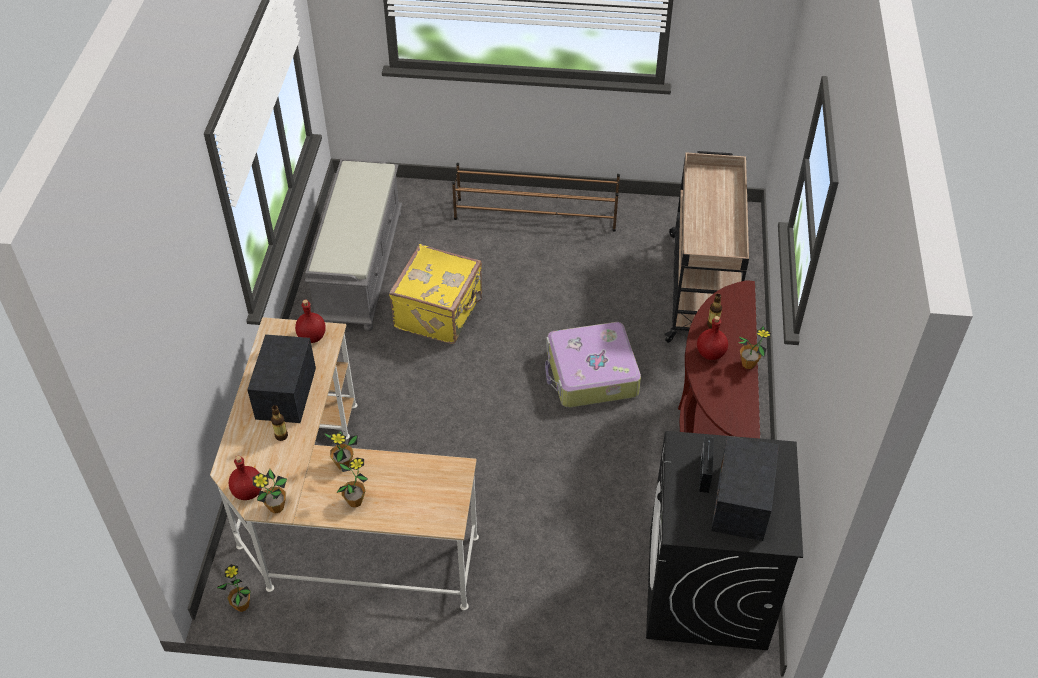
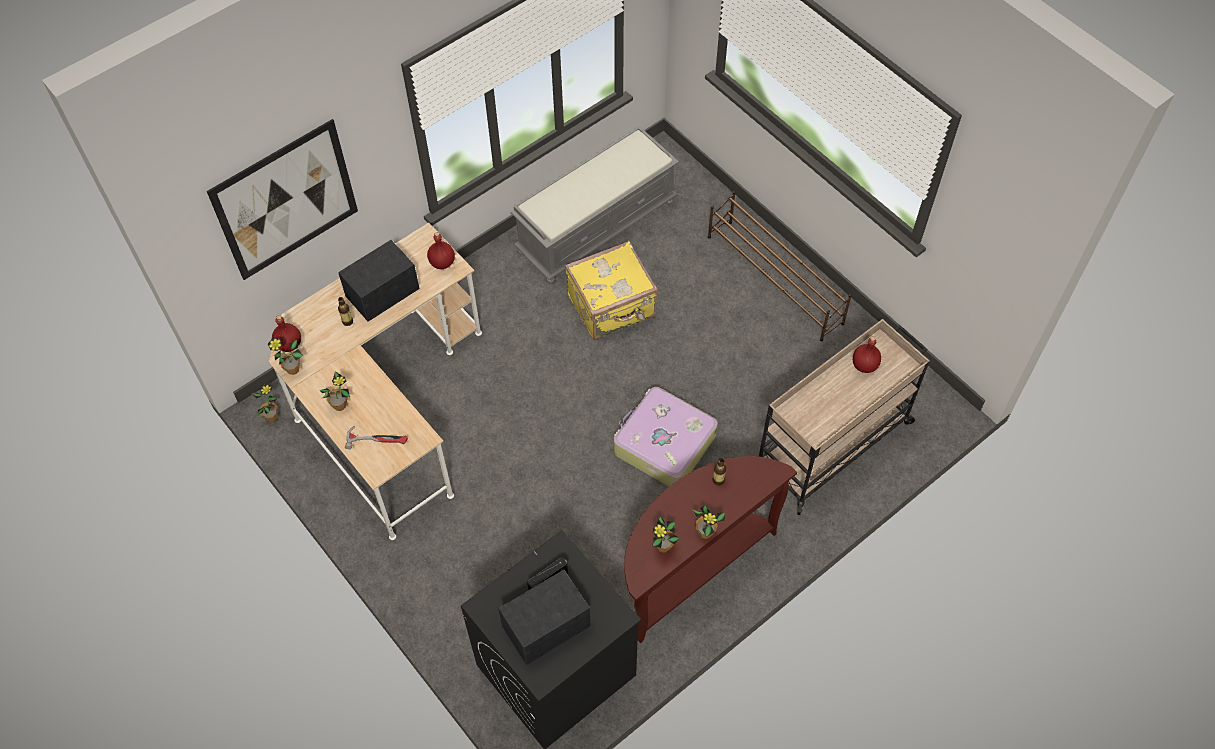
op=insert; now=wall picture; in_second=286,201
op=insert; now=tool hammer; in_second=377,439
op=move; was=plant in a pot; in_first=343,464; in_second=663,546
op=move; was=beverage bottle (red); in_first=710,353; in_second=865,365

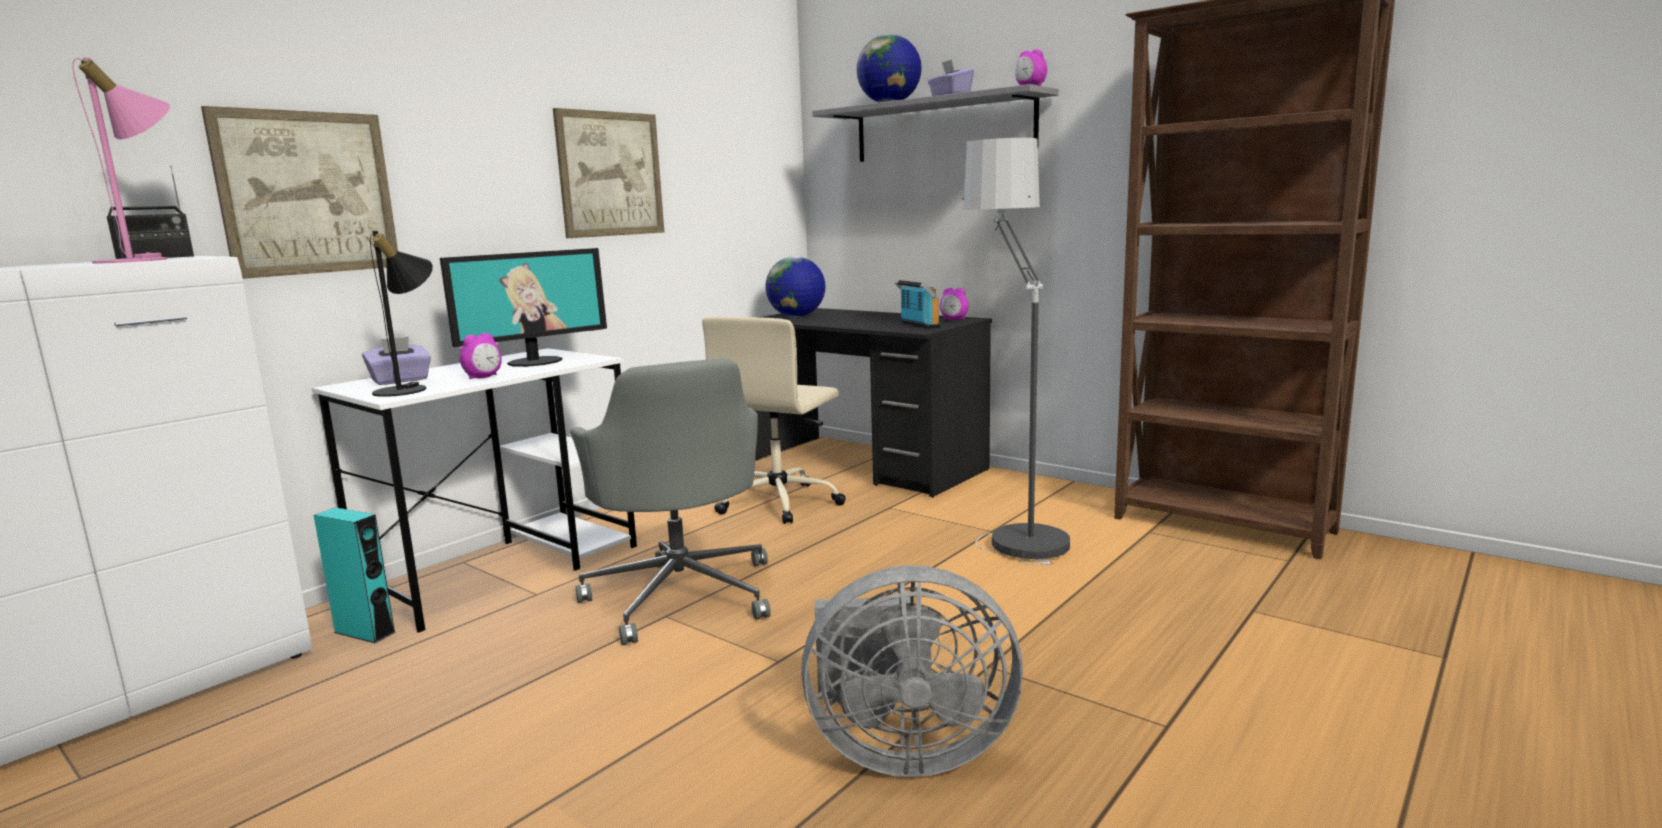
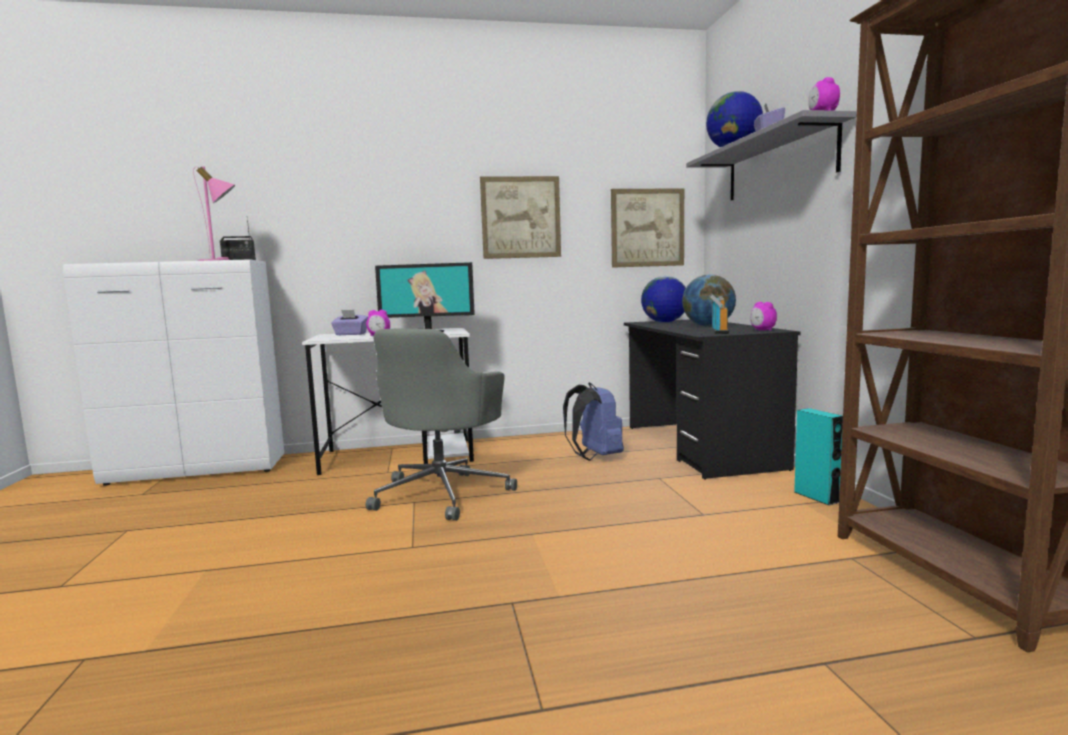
op=replace; was=computer chair (beige); now=rucksack (blue-coloured); in_first=780,502; in_second=595,457
op=move; was=wall picture; in_first=307,193; in_second=647,228
op=insert; now=world globe; in_second=708,326
op=move; was=loudspeaker (blue-green); in_first=364,632; in_second=816,497
op=delete; was=lamp for a table (blackish); in_first=409,389
op=delete; was=fan (gray); in_first=902,751
op=delete; was=standard lamp; in_first=1010,525

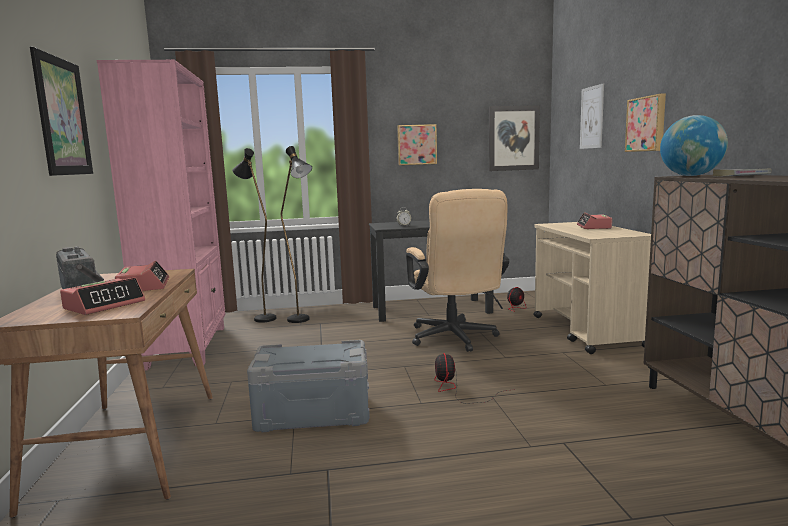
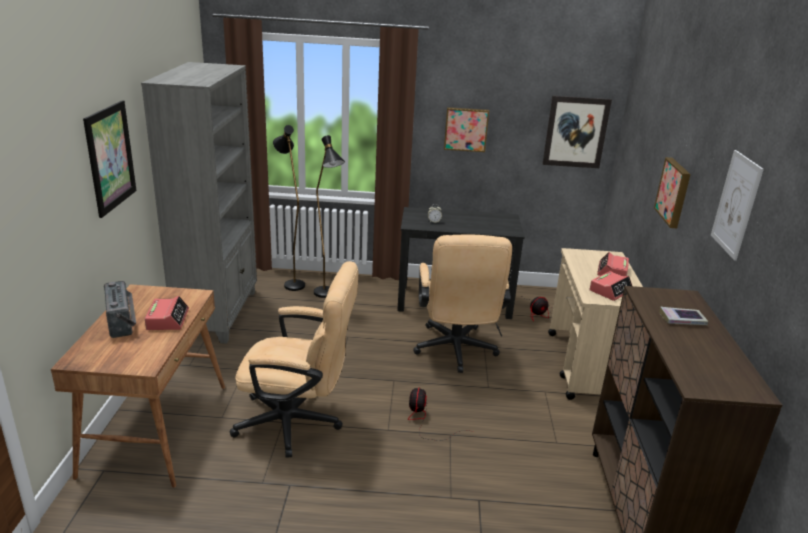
op=recolor; was=bookshelf (pink-coloured); now=bookshelf (gray); in_first=187,346; in_second=218,314
op=replace; was=storage container (gray); now=computer chair (beige); in_first=313,414; in_second=298,423
op=move; was=table clock; in_first=105,305; in_second=610,290
op=move; was=wall picture; in_first=591,117; in_second=736,204
op=delete; was=world globe; in_first=690,176

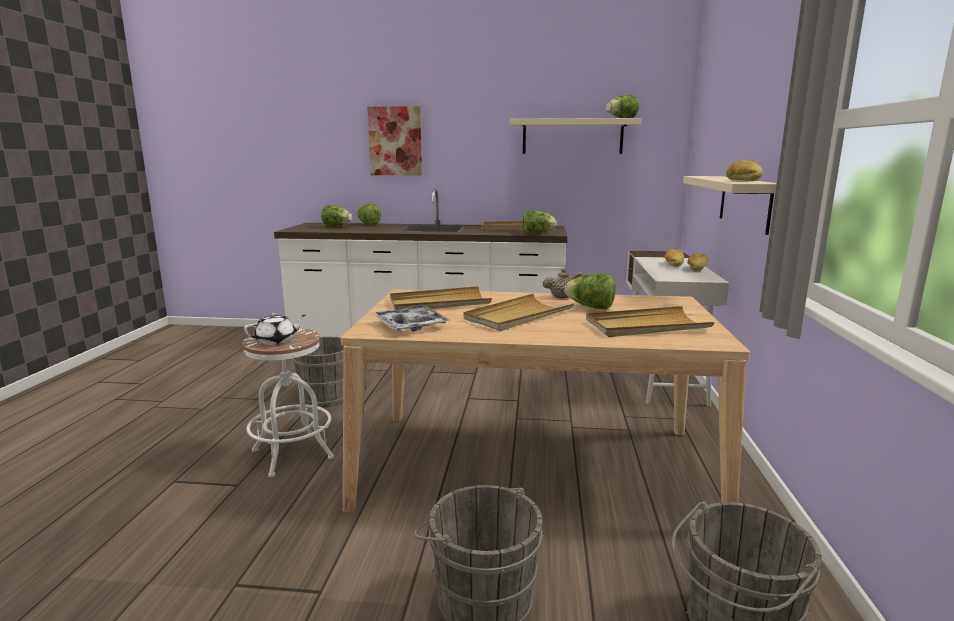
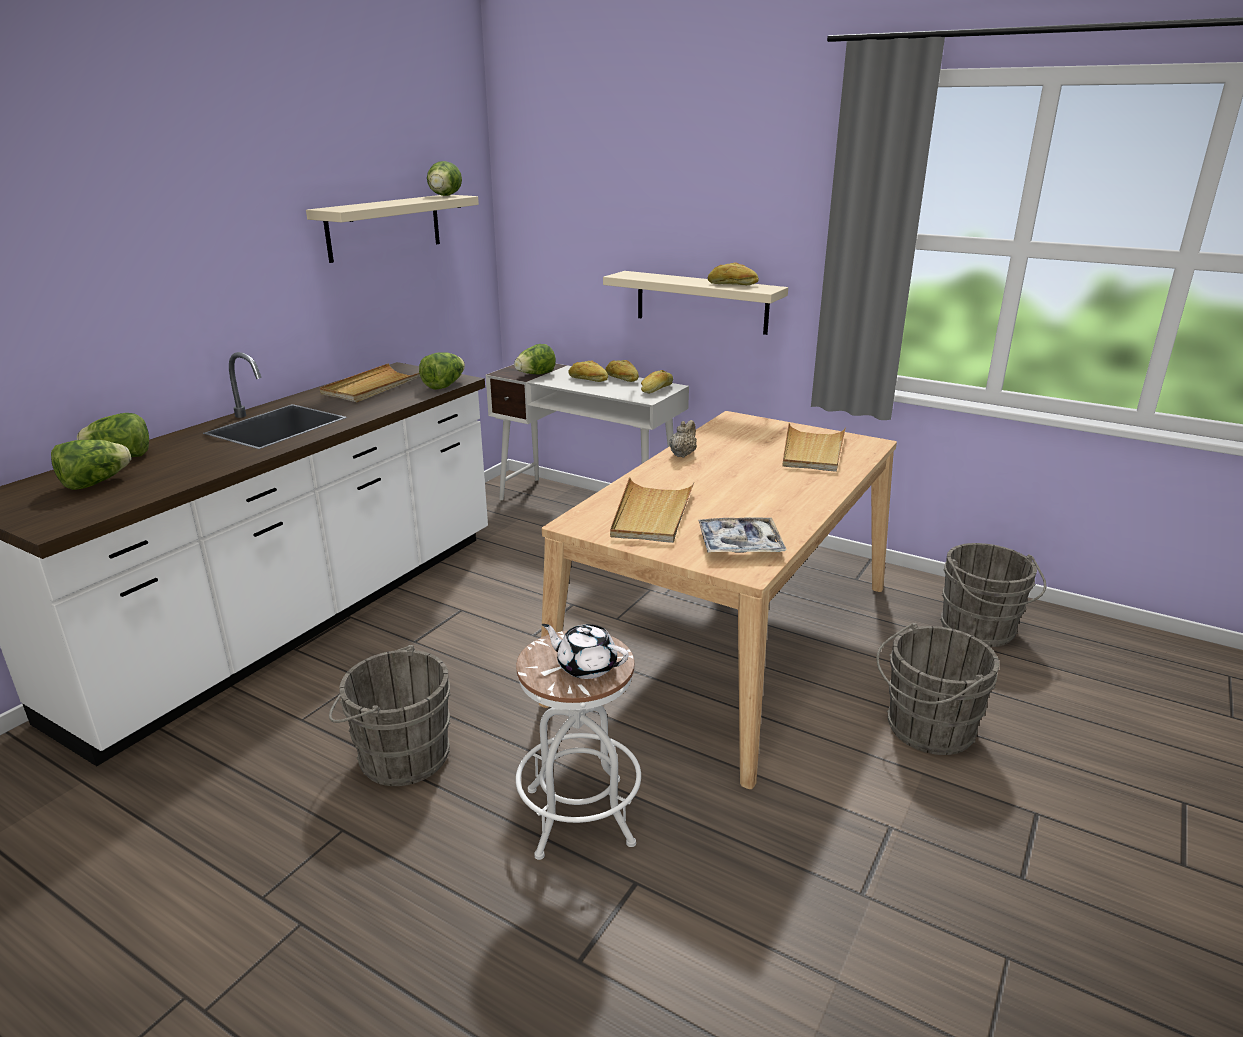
op=move; was=head of lettuce; in_first=590,307; in_second=535,374
op=rotate; was=pot for tea (white); in_first=276,341; in_second=586,666; clockwise=-60
op=insert; now=bread; in_second=656,389
op=delete; was=wall picture; in_first=395,141
op=delete; was=serving tray (beige); in_first=518,316

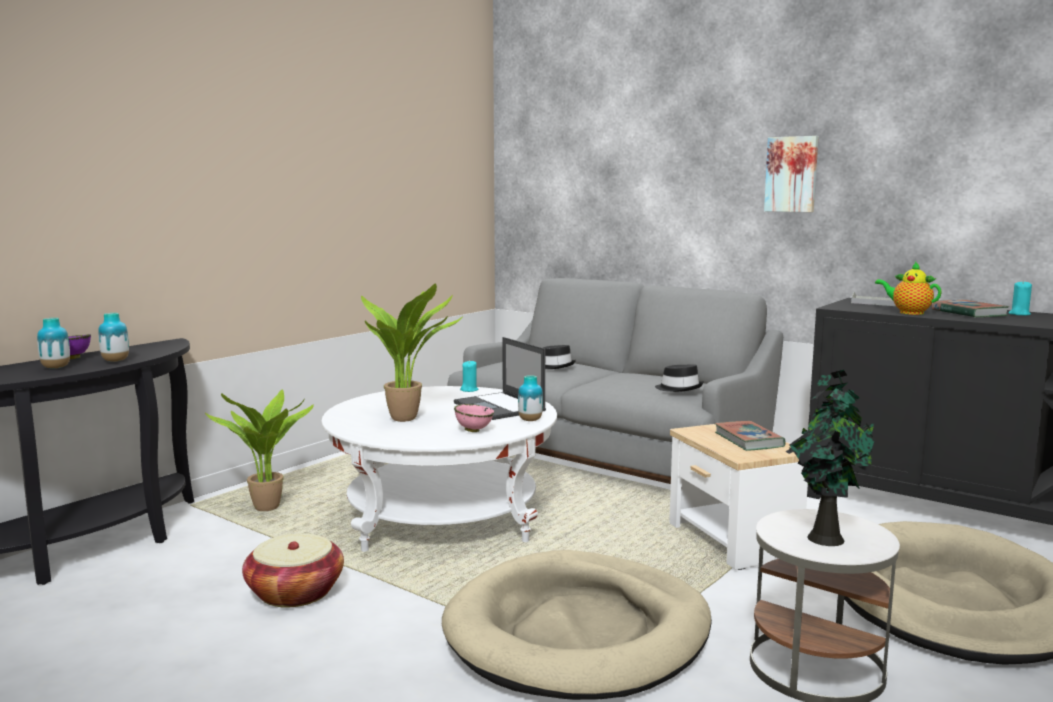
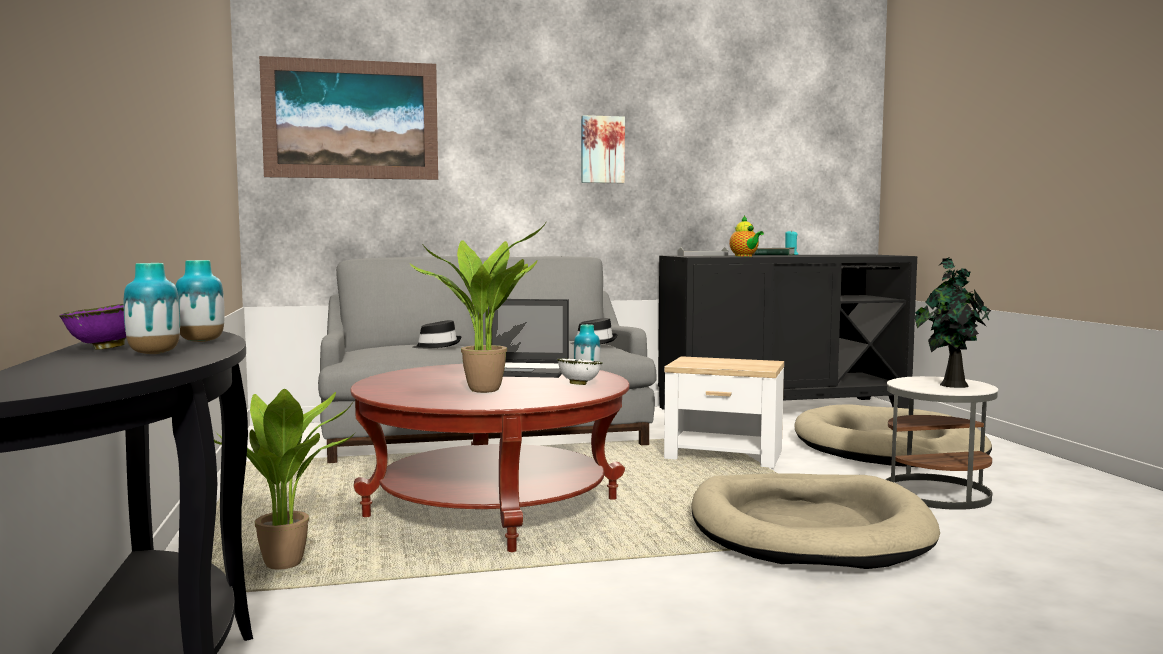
op=insert; now=wall picture; in_second=351,120
op=recolor; was=low table (white); now=low table (red); in_first=443,516; in_second=493,508
op=recolor; was=bowl (pink-coloured); now=bowl (white); in_first=473,430; in_second=578,384
op=rotate; was=pot for tea; in_first=908,312; in_second=745,256; clockwise=-105
op=delete; was=basket; in_first=295,592
op=delete; was=candle (blue-green); in_first=469,390
op=delete; was=volume; in_first=748,440

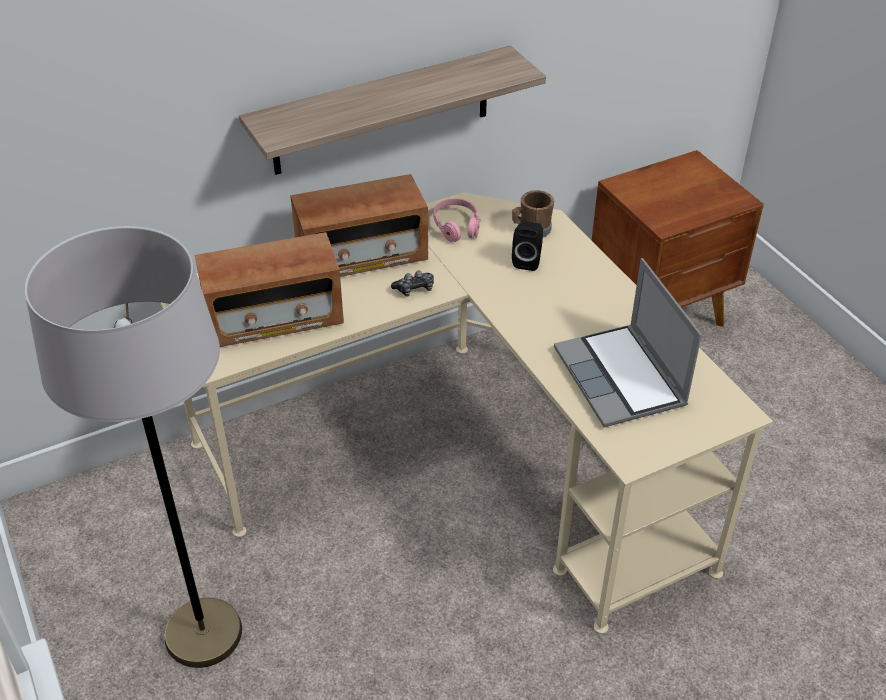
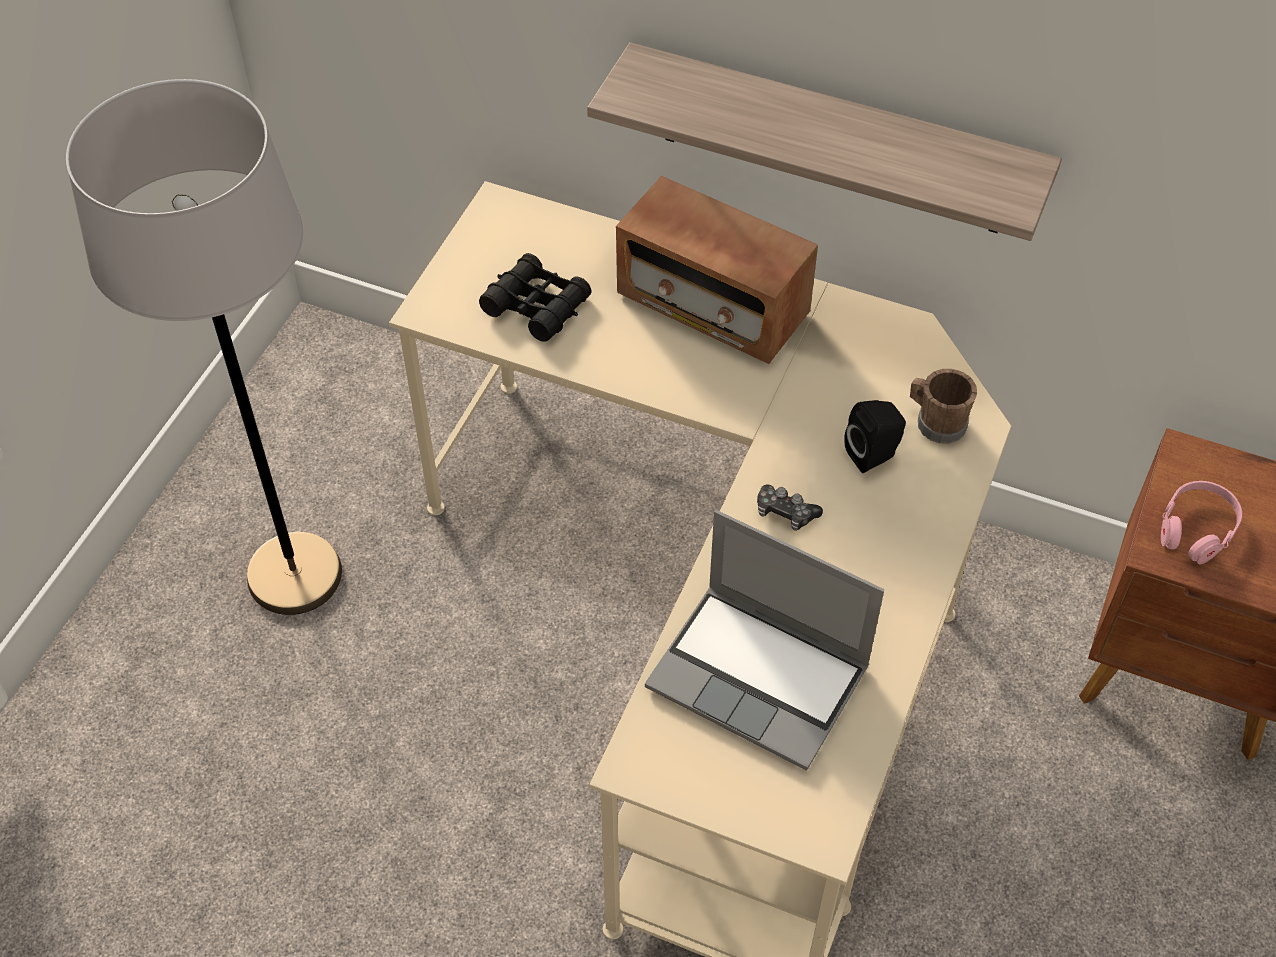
op=replace; was=radio; now=field glasses (blackish); in_first=274,318; in_second=536,306
op=rotate; was=portable computer; in_first=622,378; in_second=761,677; clockwise=-90
op=move; was=gamepad; in_first=414,289; in_second=785,513
op=move; was=pair of headphones (pink-coloured); in_first=457,226; in_second=1196,529

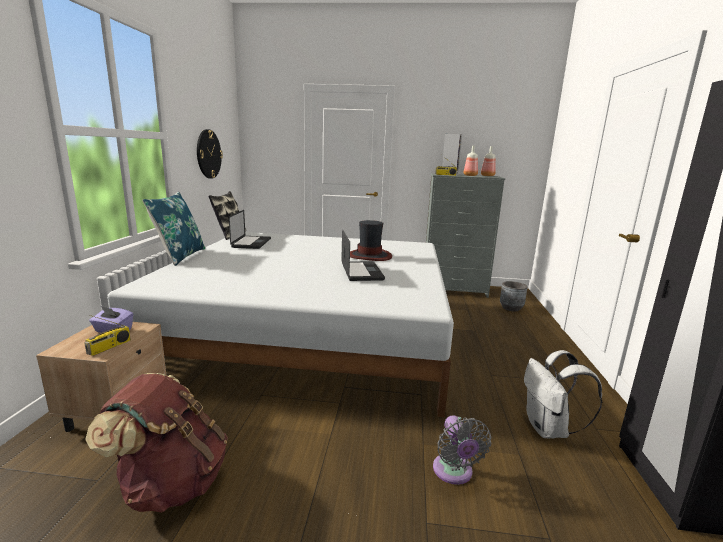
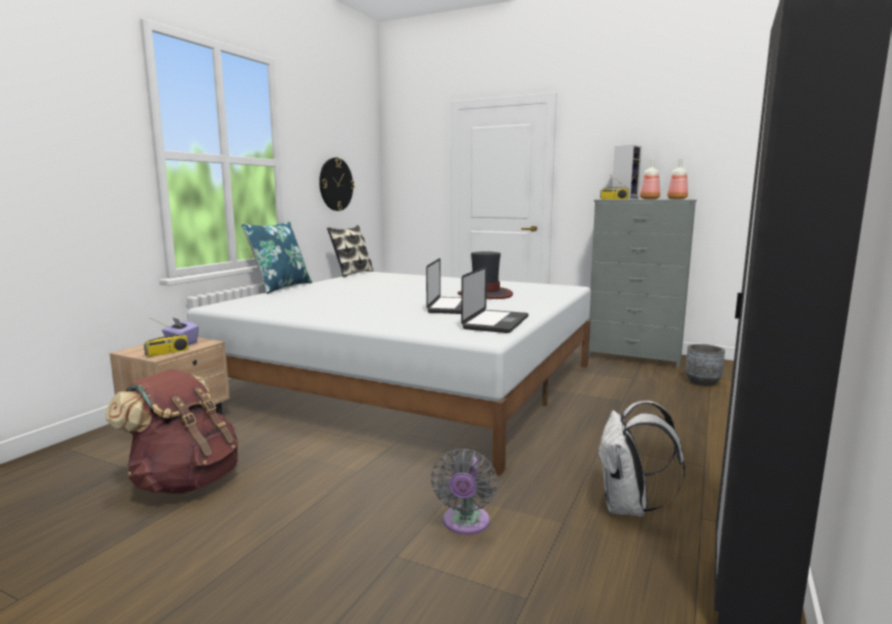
op=move; was=portable computer; in_first=251,243; in_second=496,323

